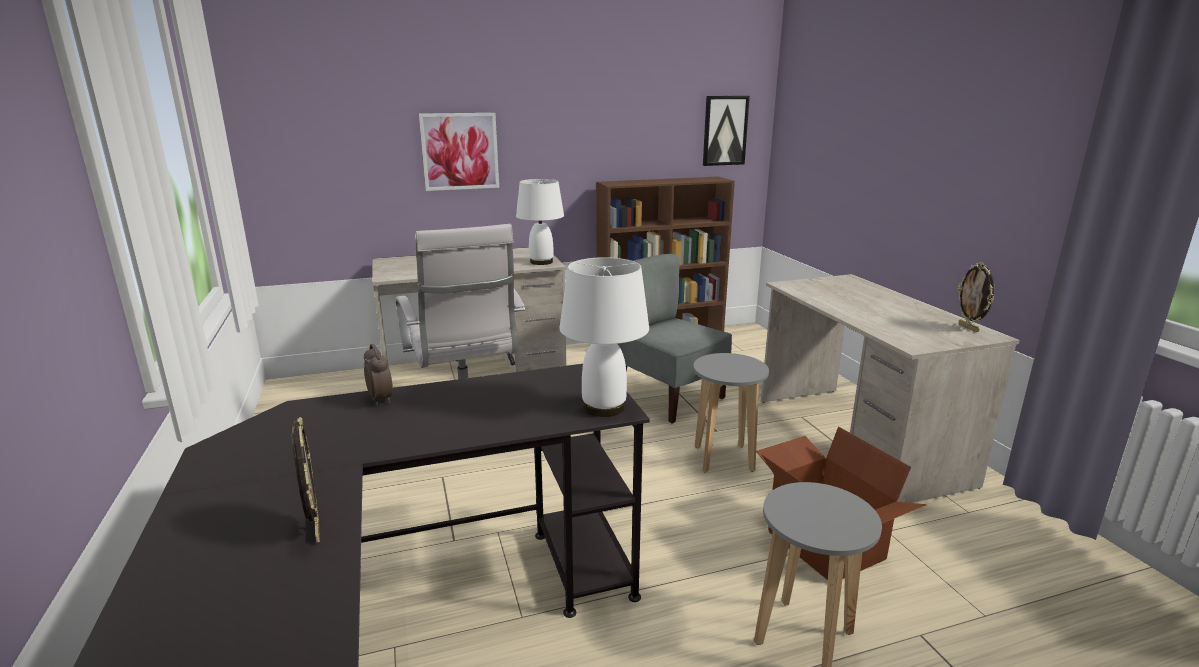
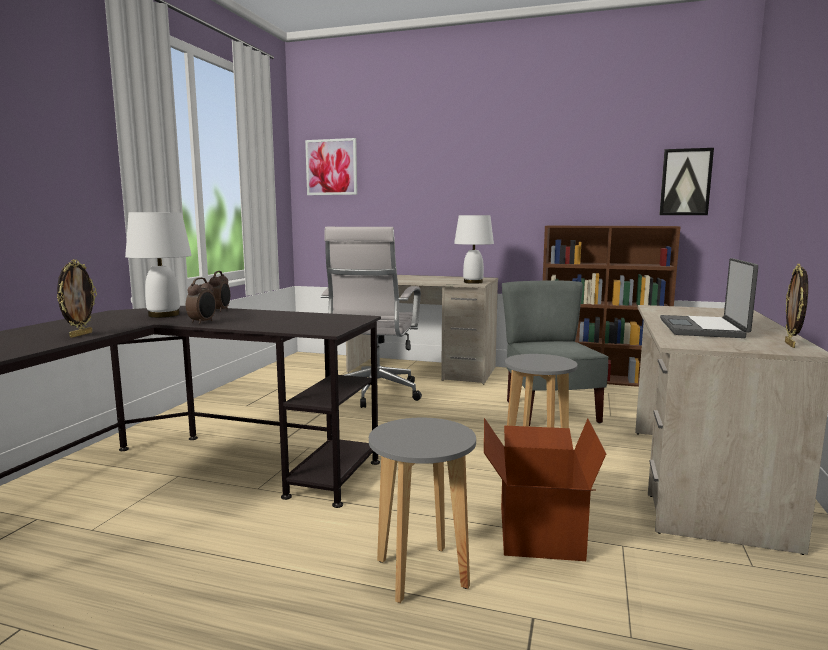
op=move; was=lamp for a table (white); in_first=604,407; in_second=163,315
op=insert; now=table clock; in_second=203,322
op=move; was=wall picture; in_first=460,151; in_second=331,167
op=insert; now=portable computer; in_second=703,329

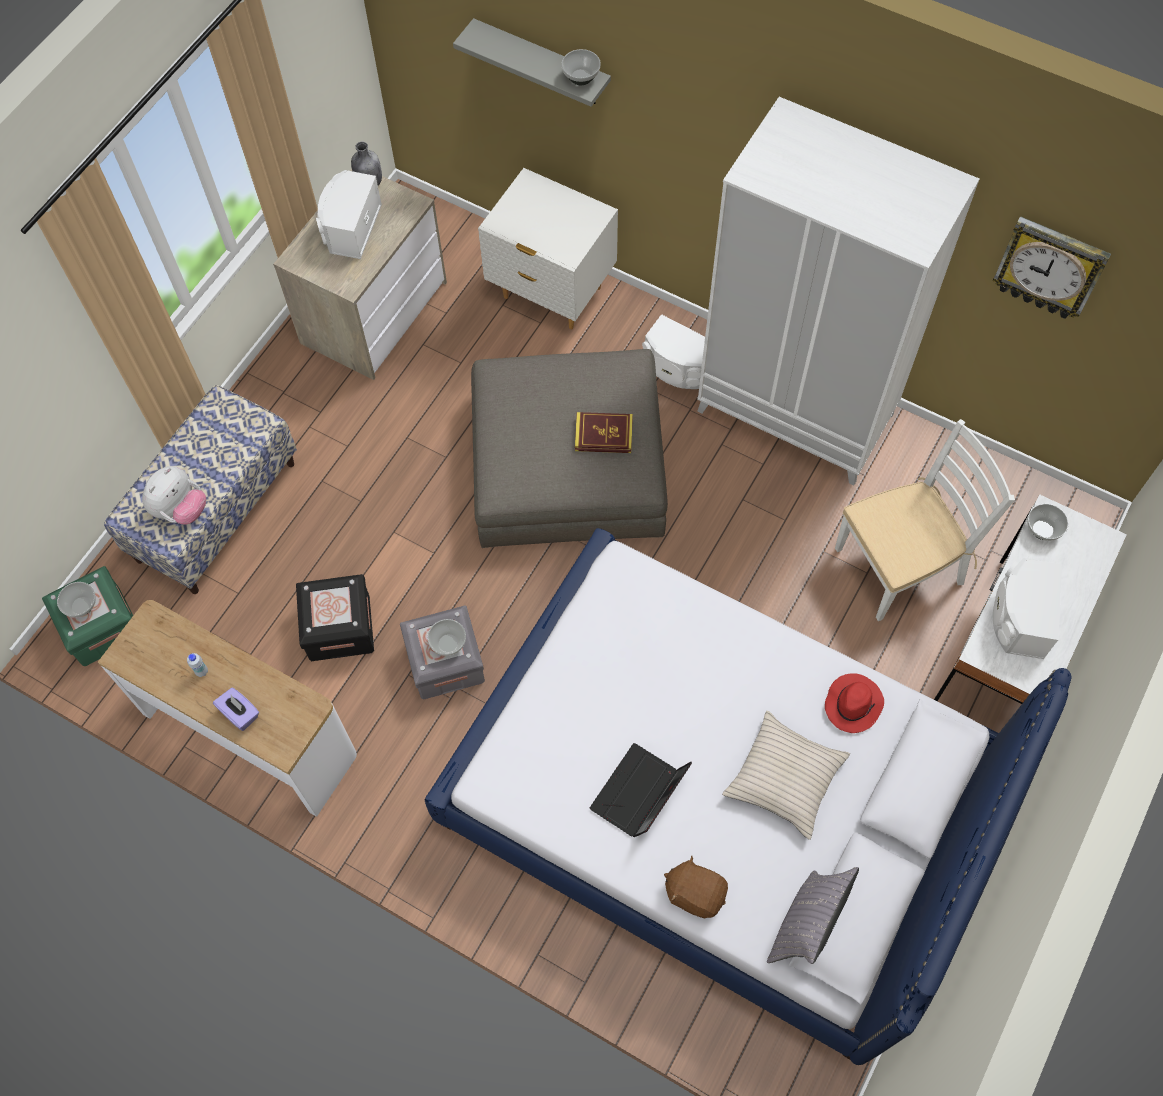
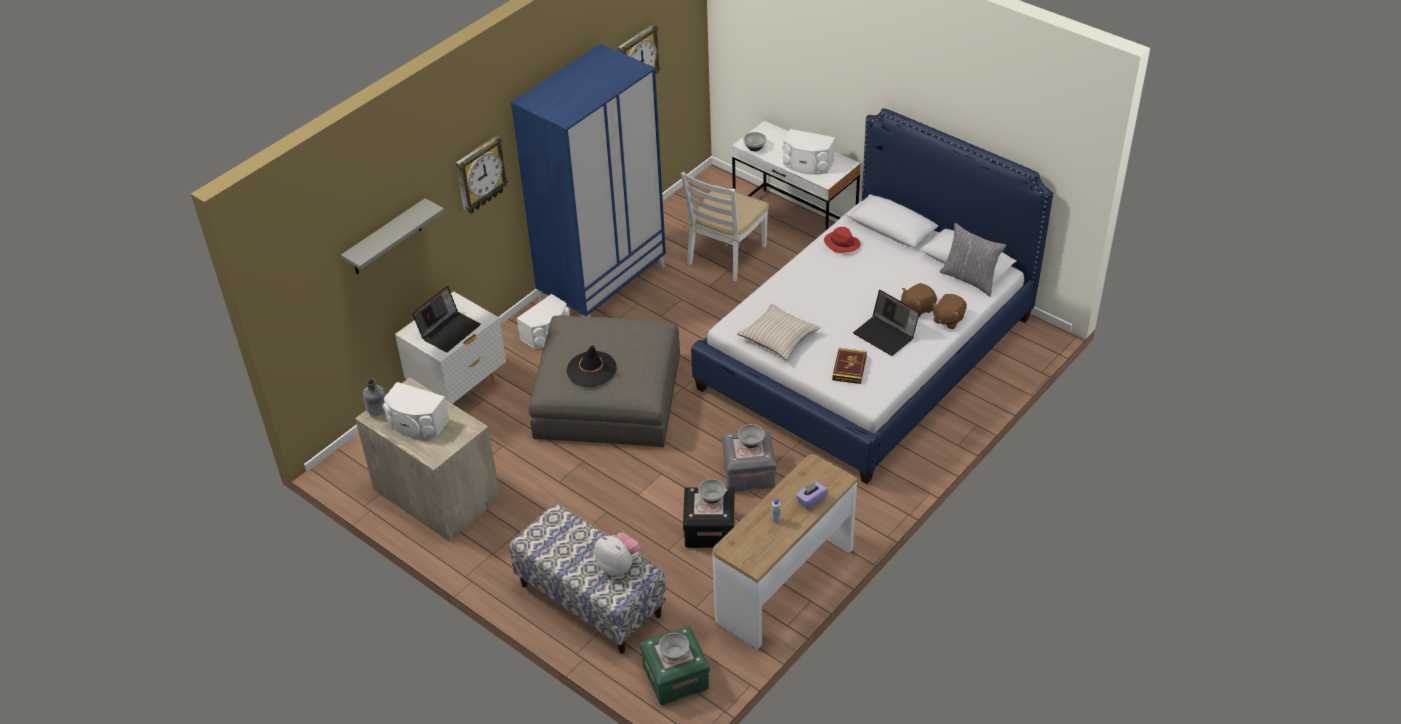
op=insert; now=portable computer; in_second=449,330
op=insert; now=clock on the wall; in_second=480,175
op=recolor; was=wardrobe (white); now=wardrobe (blue-coloured); in_first=797,412; in_second=602,283
op=insert; now=wearable hat (blackish); in_second=591,369
op=rotate; was=chair (white); in_first=900,565; in_second=726,255; clockwise=-135
op=move; was=bowl; in_first=581,77; in_second=711,497
op=move; was=pillow (beige); in_first=785,778; in_second=778,337
op=move; was=volume; in_first=603,435; in_second=849,368
op=insert; now=plush toy (brown); in_second=917,308

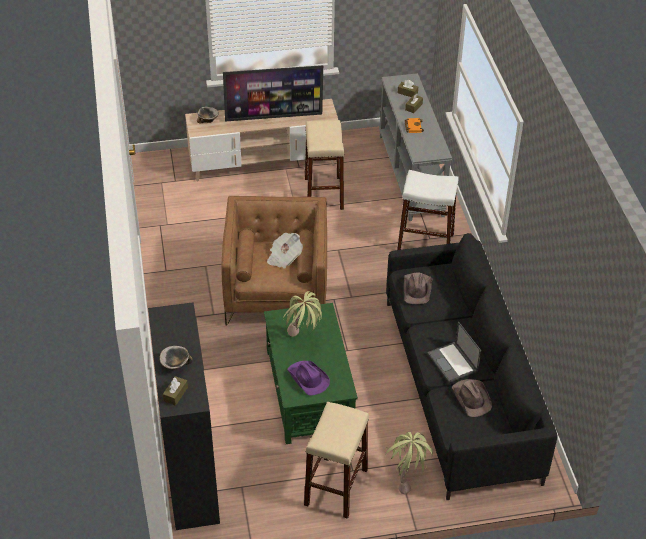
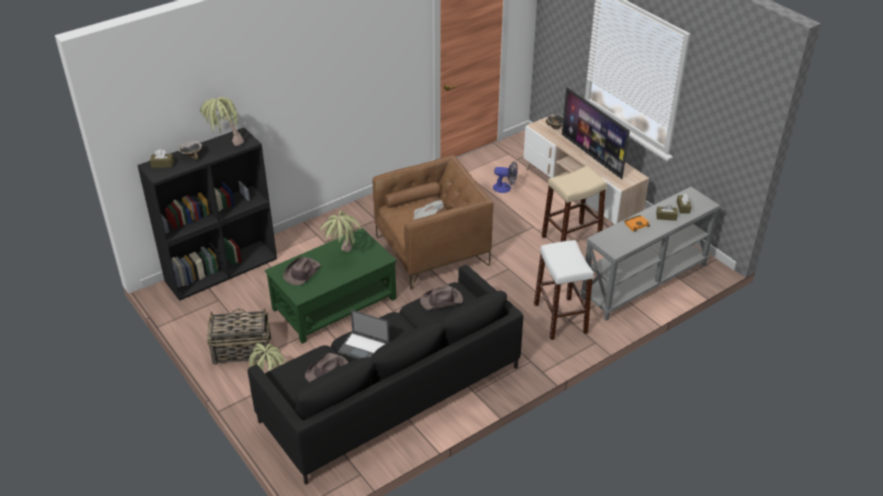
op=insert; now=plant in a pot; in_second=225,145
op=replace; was=stool (beige); now=basket; in_first=336,487; in_second=241,350
op=recolor; was=wearable hat (purplish); now=wearable hat (brown); in_first=308,379; in_second=302,273
op=rotate; was=portable computer; in_first=453,362; in_second=364,347; clockwise=-105
op=insert; now=fan; in_second=505,188

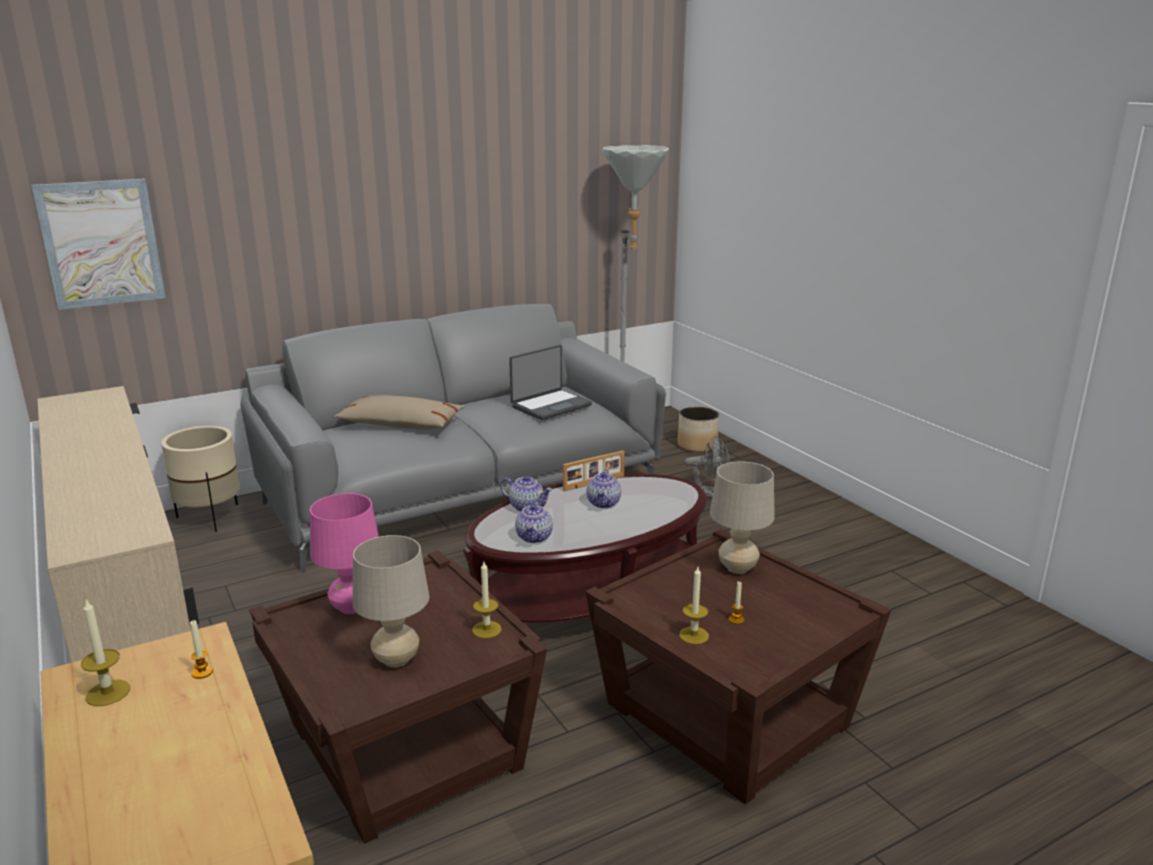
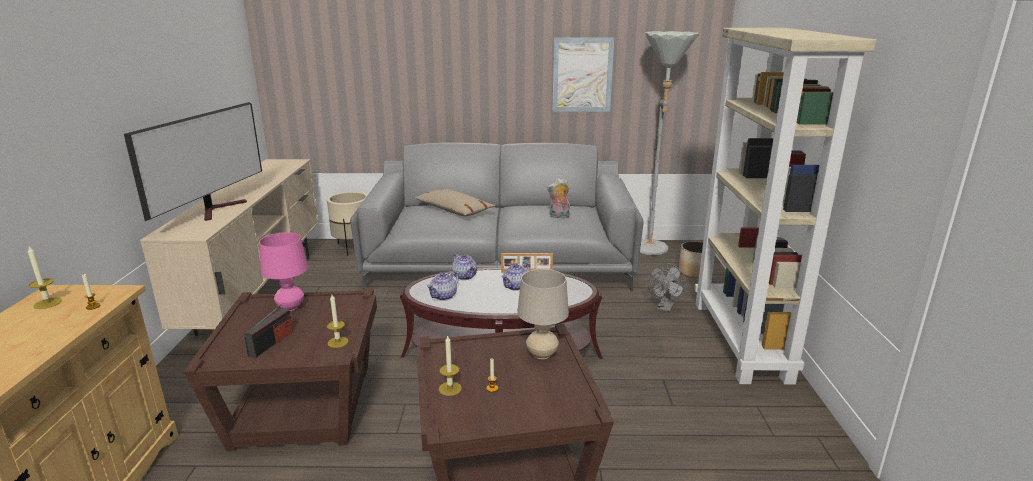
op=insert; now=television; in_second=218,209
op=replace; was=lamp for a table (beige); now=radio; in_first=396,660; in_second=271,343
op=replace; was=portable computer; now=plush toy; in_first=550,405; in_second=559,216
op=move; was=wall picture; in_first=101,243; in_second=582,75
op=rotate; was=fan (gray); in_first=708,494; in_second=665,308; clockwise=75
op=insert; now=bookshelf (beige); in_second=741,340

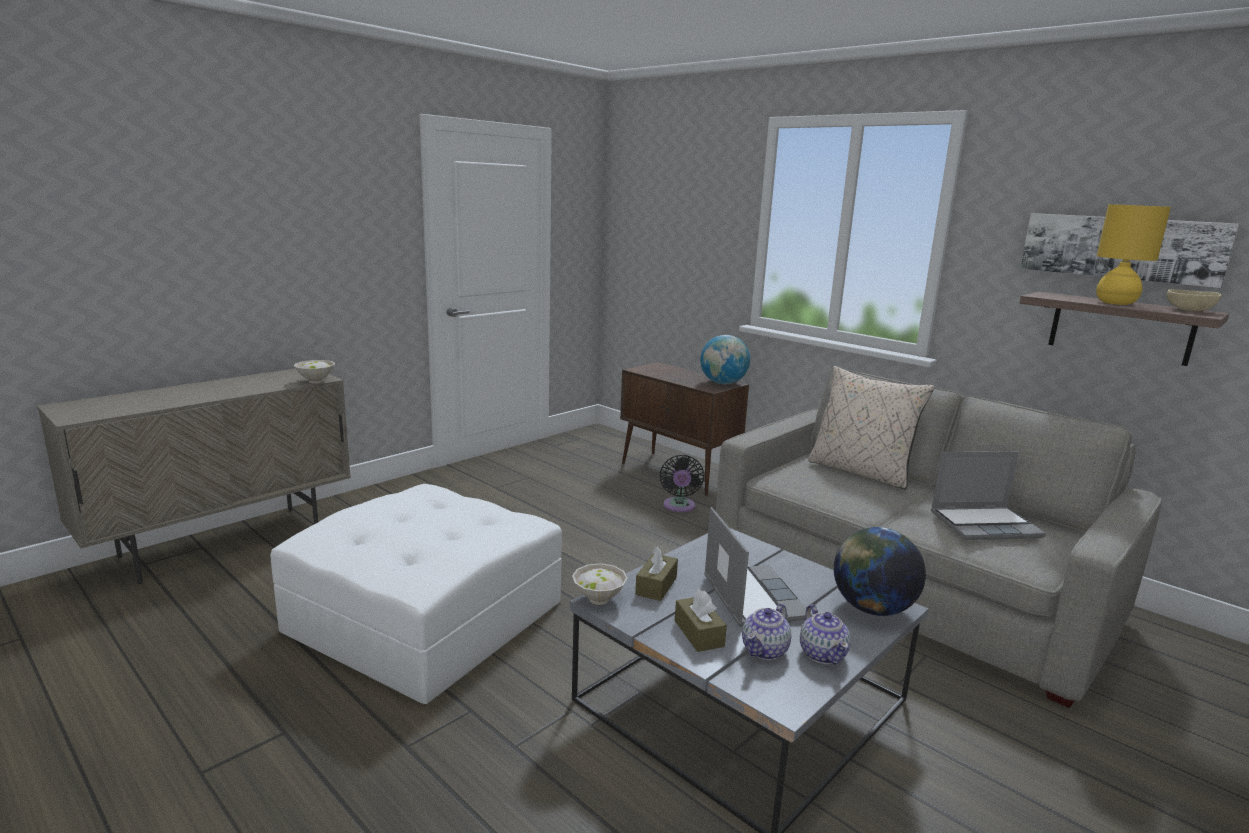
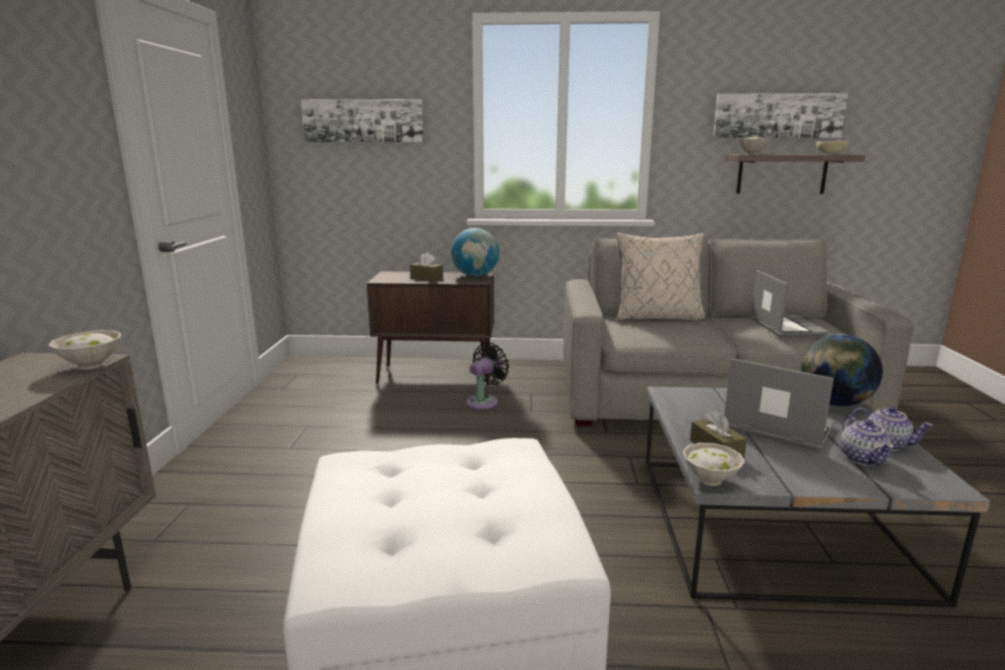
op=insert; now=wall picture; in_second=363,120
op=move; was=tissue box (brown); in_first=698,633; in_second=426,277
op=rotate; was=fan (blackish); in_first=679,507; in_second=484,401; clockwise=-105
op=insert; now=bowl (white); in_second=751,154
op=rotate; was=portable computer; in_first=985,524; in_second=785,327; clockwise=-45
op=delete; was=lamp for a table (yellow-coloured); in_first=1116,303

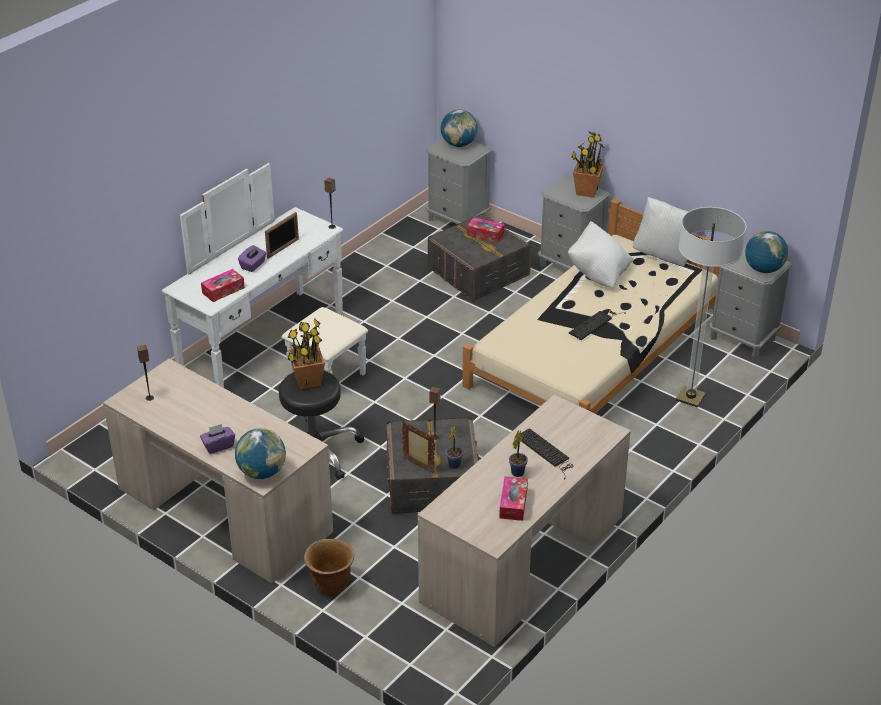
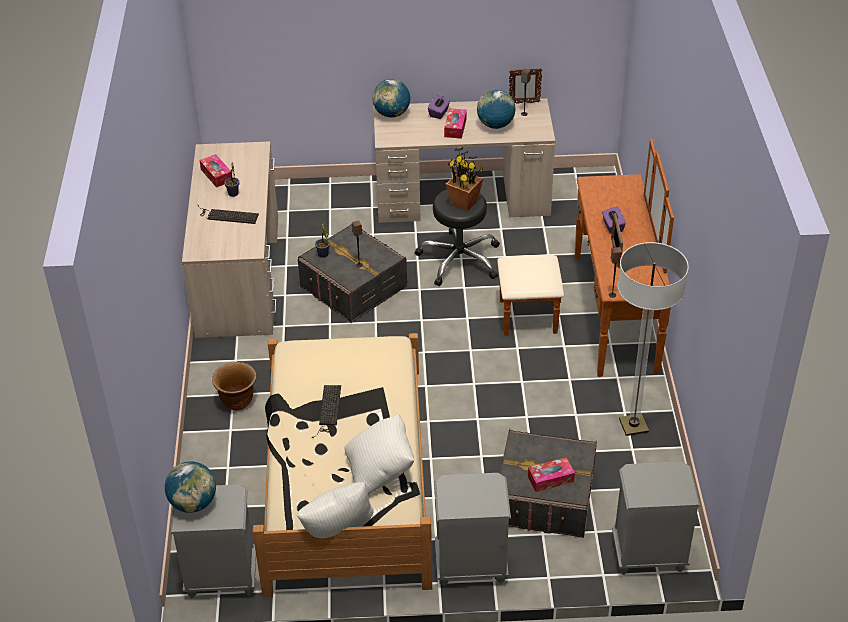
op=move; was=flower pot (brown); in_first=330,584; in_second=237,401
op=move; was=tissue box; in_first=223,290; in_second=455,128
op=move; was=world globe; in_first=458,144; in_second=495,125
op=recolor; was=dresser (white); now=dresser (brown); in_first=277,350; in_second=595,314
op=move; was=picture frame; in_first=418,466; in_second=524,103
op=move; was=standard lamp; in_first=690,398; in_second=633,426
op=delete; was=plant in a pot; in_first=587,192

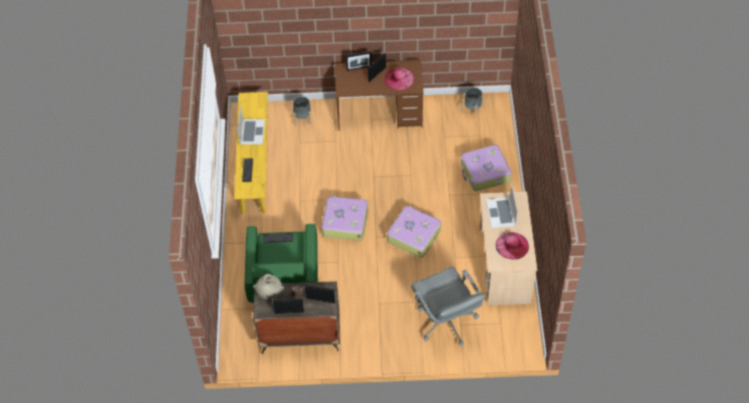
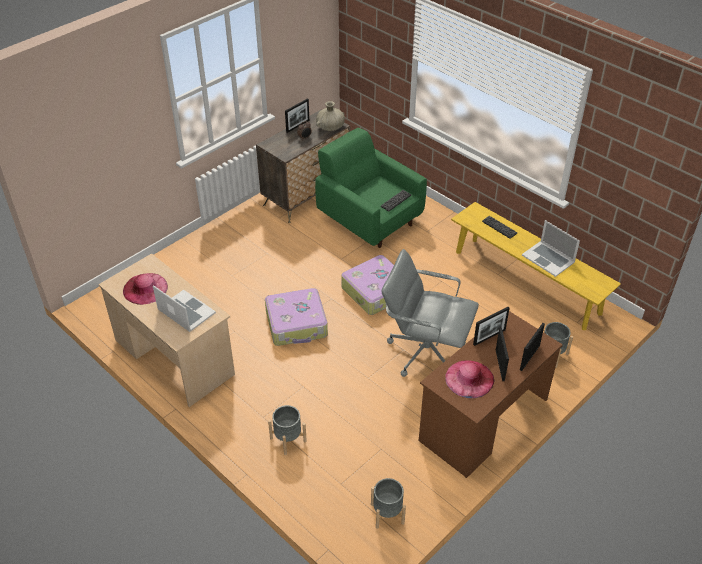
op=replace; was=travel case; now=flower pot (gray); in_first=484,173; in_second=288,440
op=move; was=computer chair (gray); in_first=446,322; in_second=425,351
op=move; was=picture frame; in_first=320,300; in_second=489,337

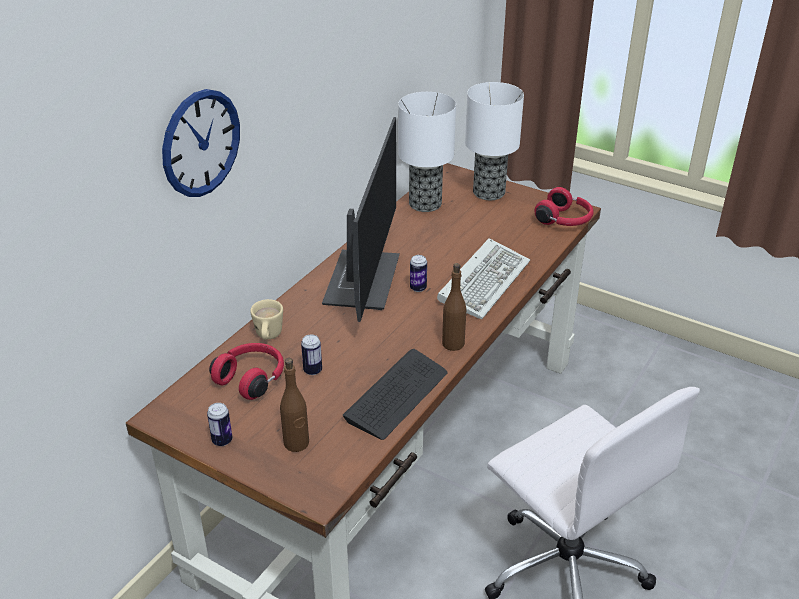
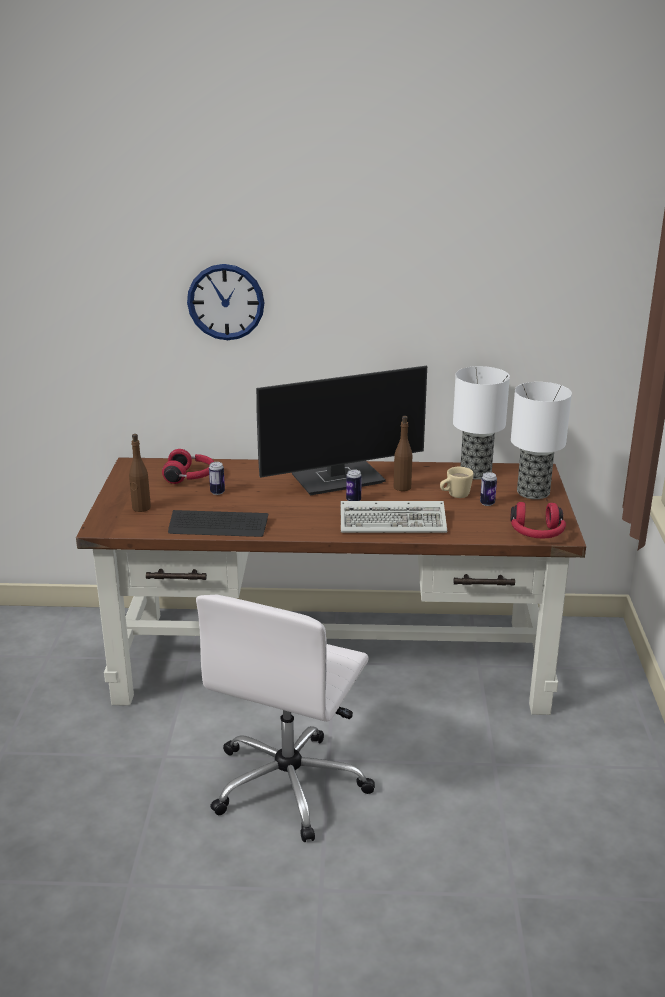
op=move; was=beverage bottle (brown); in_first=453,343; in_second=402,487
op=move; was=coffee mug (beige); in_first=268,337; in_second=454,496
op=move; was=can; in_first=222,440; in_second=487,503

